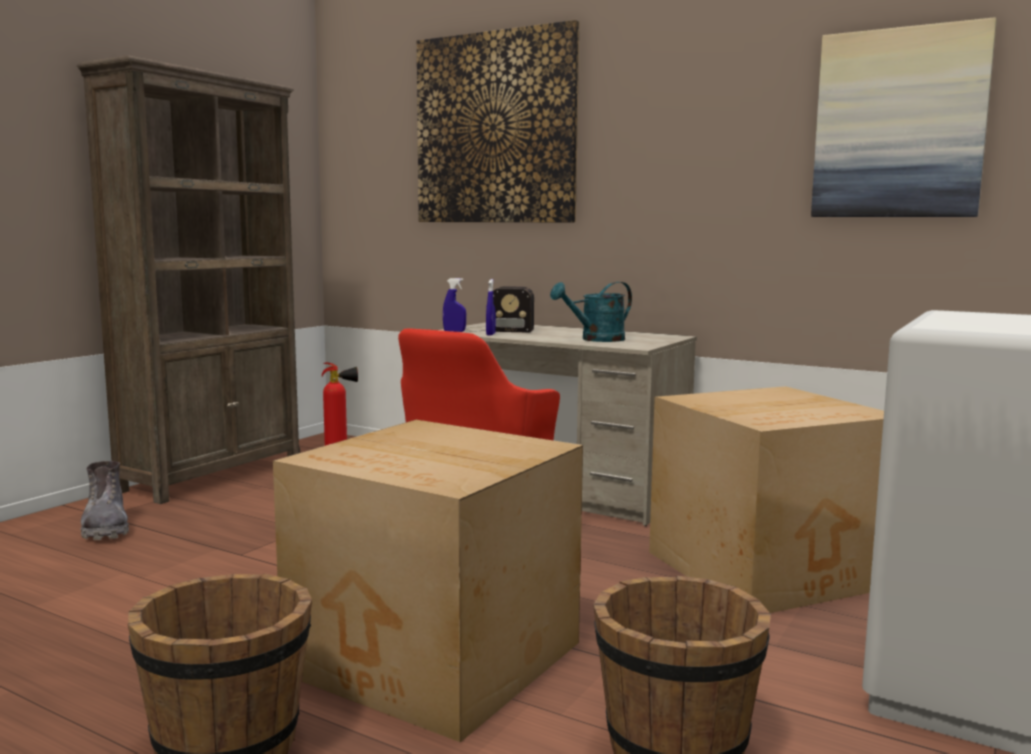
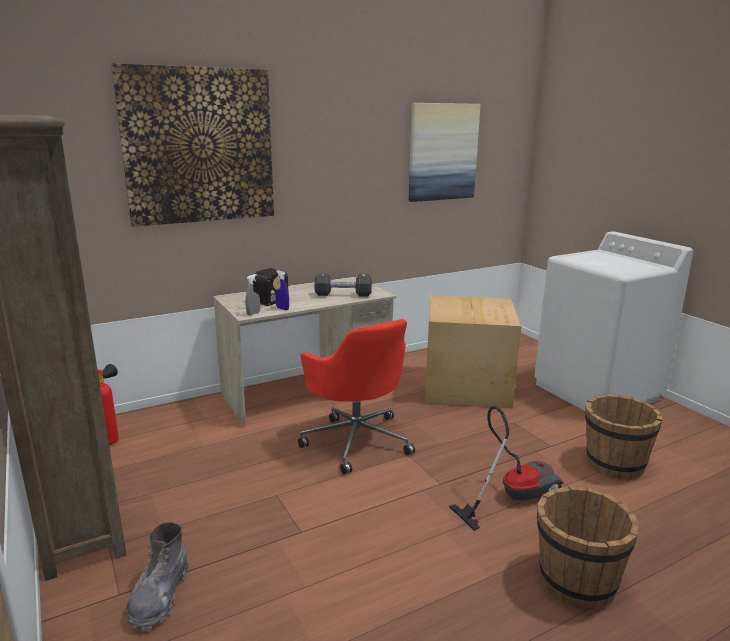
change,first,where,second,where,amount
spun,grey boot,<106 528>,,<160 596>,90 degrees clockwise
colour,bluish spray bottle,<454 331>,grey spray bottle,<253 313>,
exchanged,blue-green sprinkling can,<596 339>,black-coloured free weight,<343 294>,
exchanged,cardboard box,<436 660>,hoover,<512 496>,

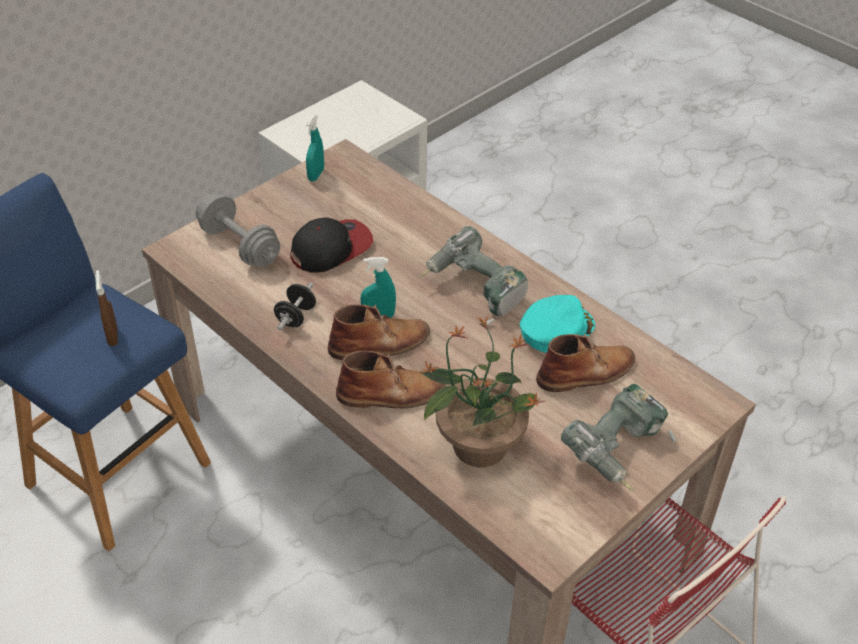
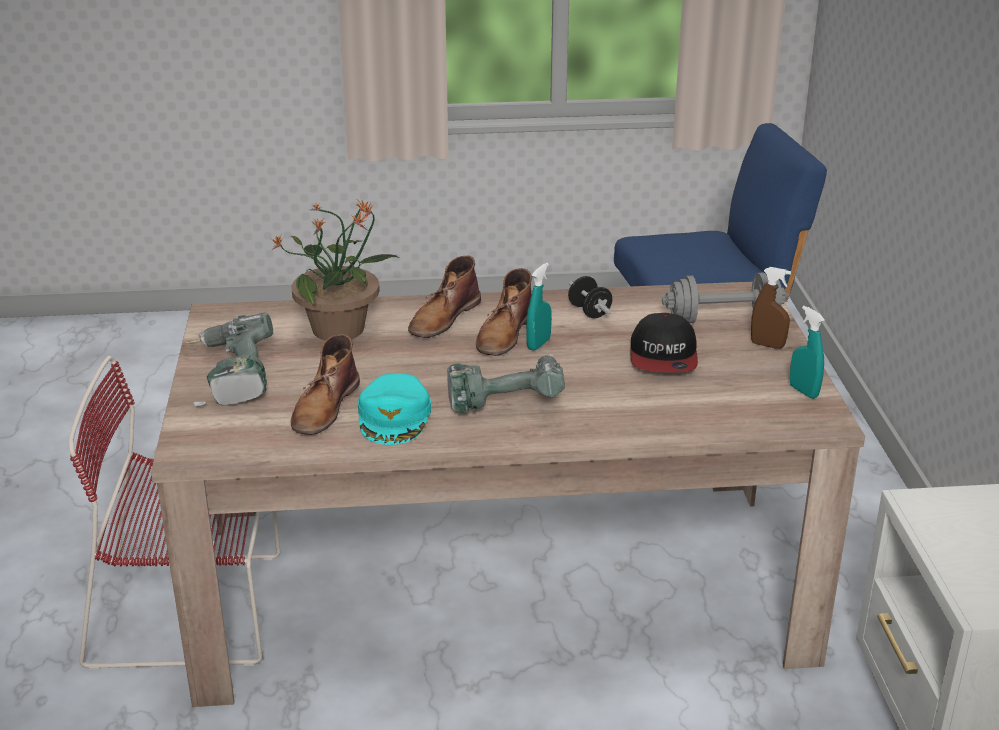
change,first,where,second,where,amount
relocated,brown spray bottle,<113 336>,,<767 345>,

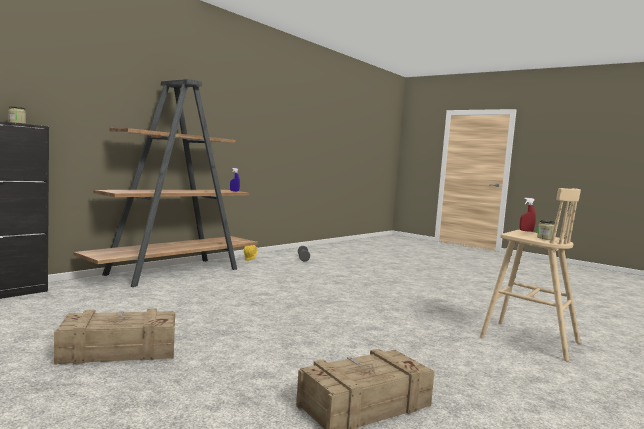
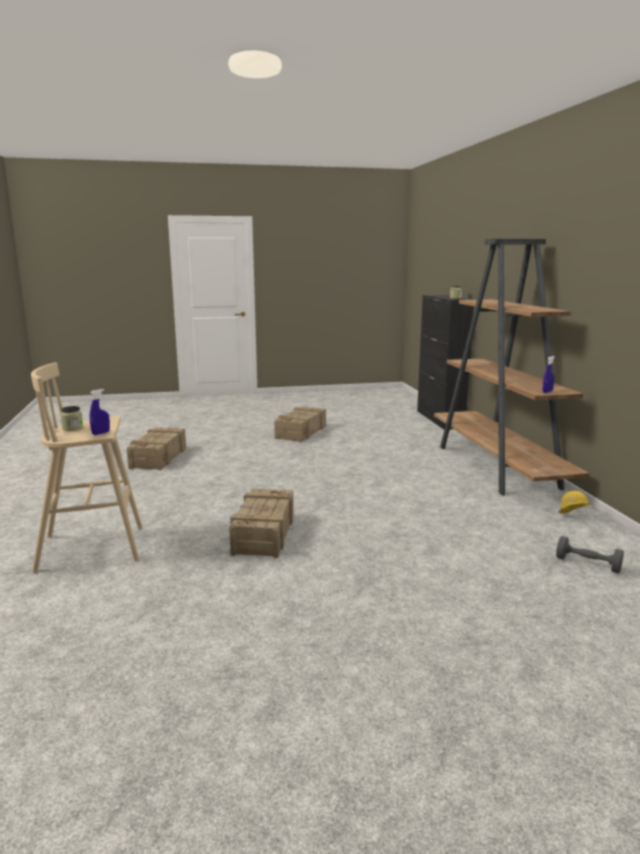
change,first,where,second,where,amount
colour,red-coloured spray bottle,<526 231>,bluish spray bottle,<101 433>,
appeared,,,crate,<263 534>,

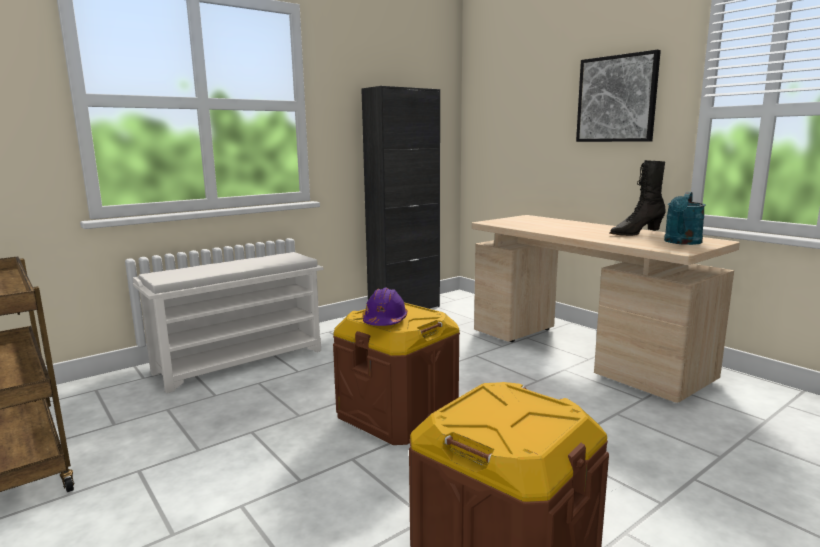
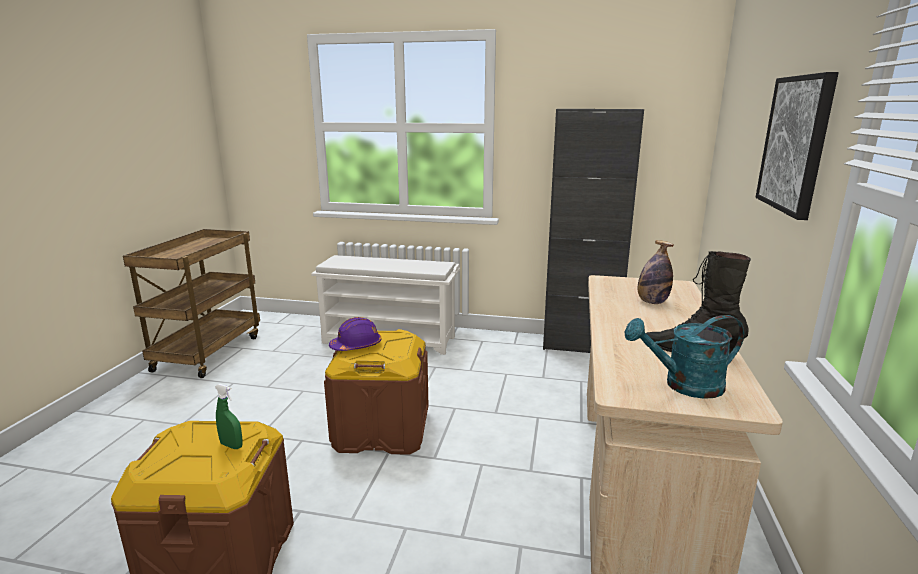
change,first,where,second,where,amount
appeared,,,green-coloured spray bottle,<231 445>,
appeared,,,beverage bottle,<652 302>,

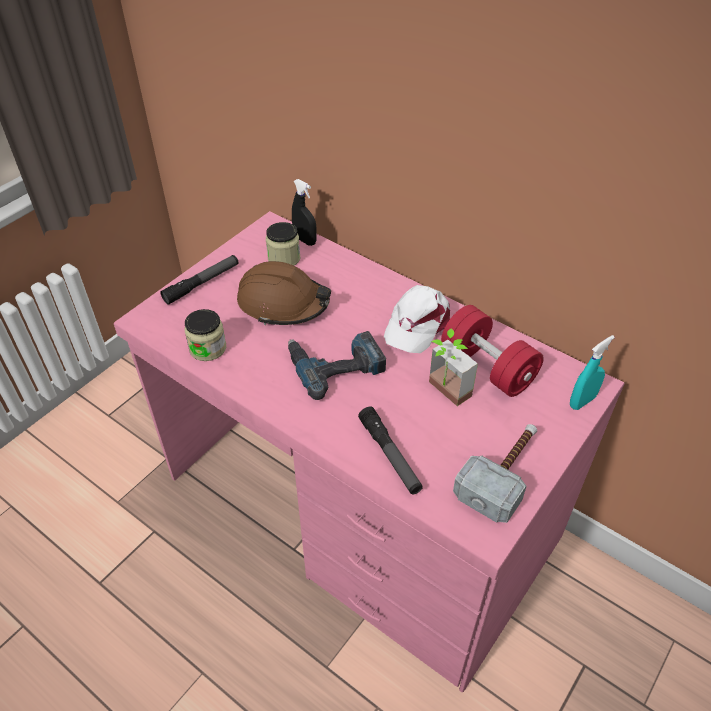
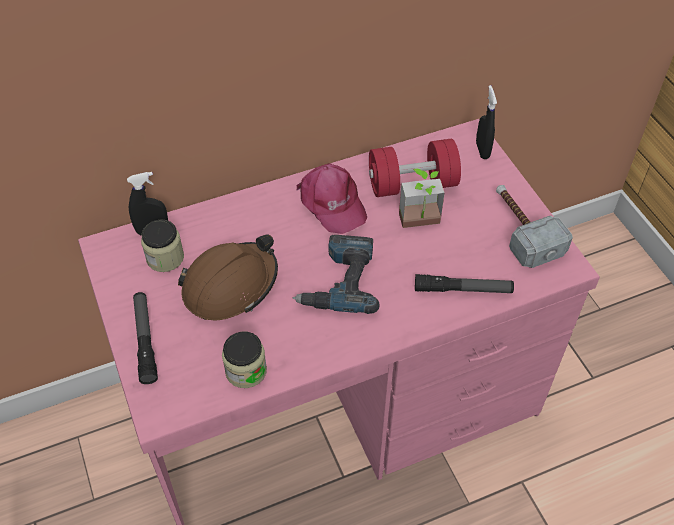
change,first,where,second,where,amount
colour,white-coloured baseball cap,<417 324>,pink baseball cap,<332 203>,
colour,blue-green spray bottle,<582 401>,black-coloured spray bottle,<482 150>,

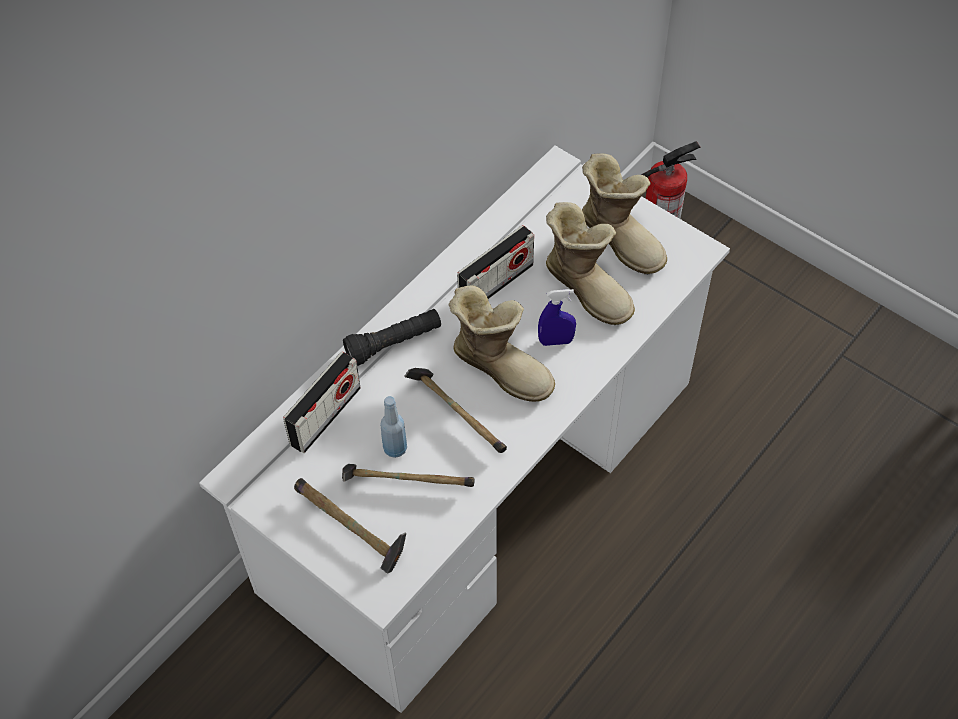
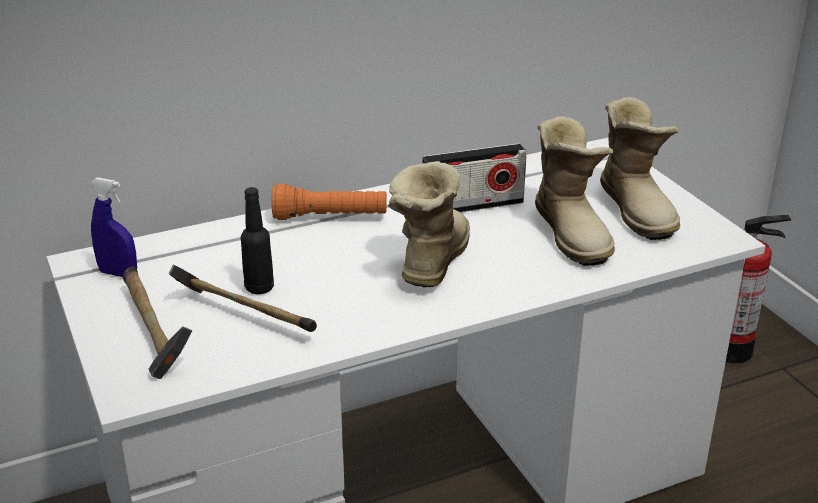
change,first,where,second,where,amount
relocated,bluish spray bottle,<556 341>,,<118 273>,
colour,bluish beverage bottle,<395 448>,black-coloured beverage bottle,<259 288>,
colour,black-coloured torch,<394 343>,orange-coloured torch,<330 217>,
spun,boot,<502 366>,,<429 261>,135 degrees counterclockwise
missing,radio set,<325 416>,,,
missing,hand hammer,<456 415>,,,

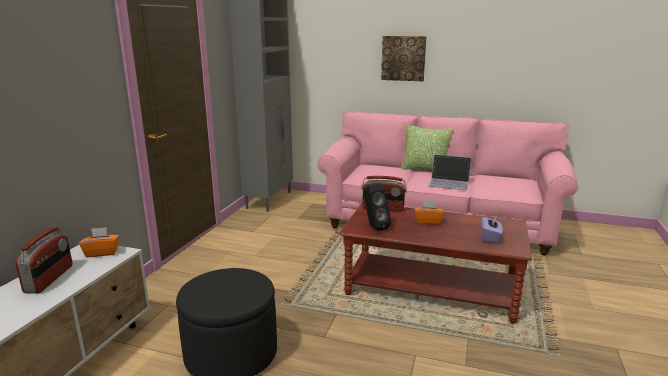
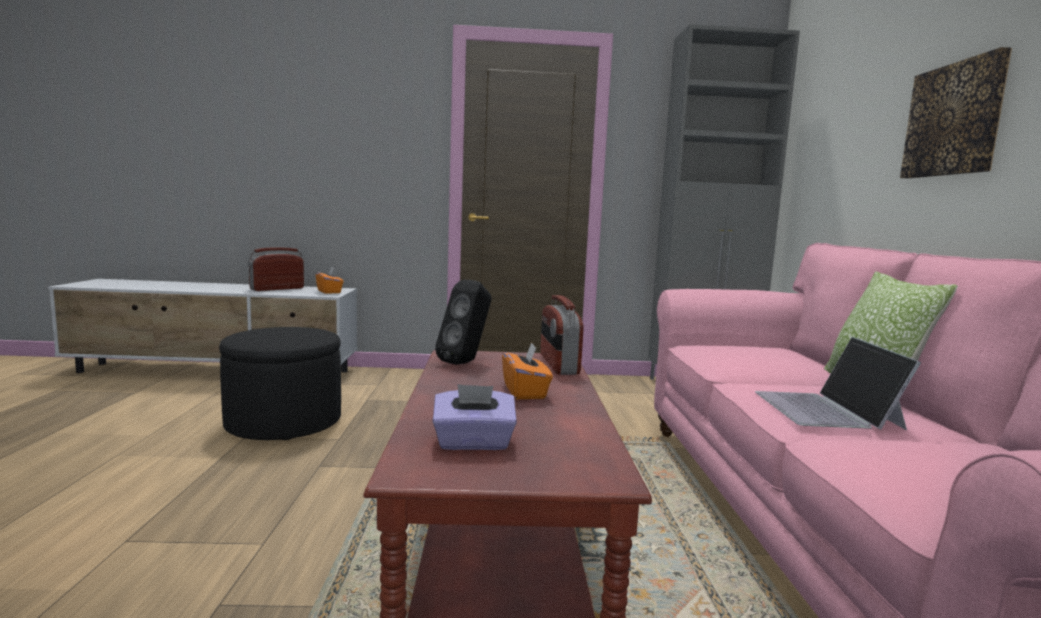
change,first,where,second,where,amount
spun,radio set,<50 279>,,<277 289>,150 degrees clockwise

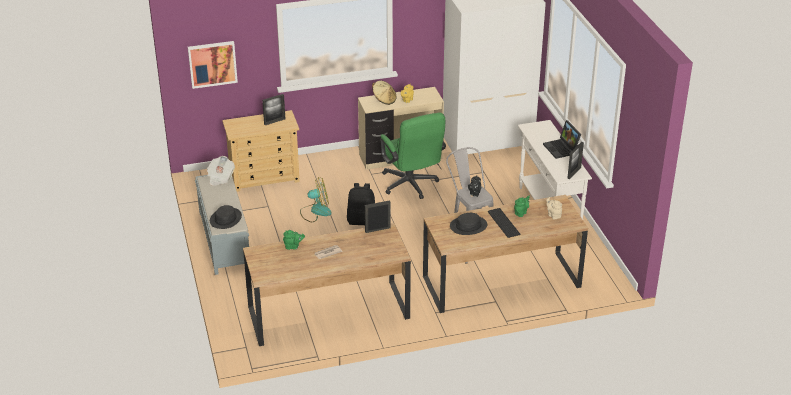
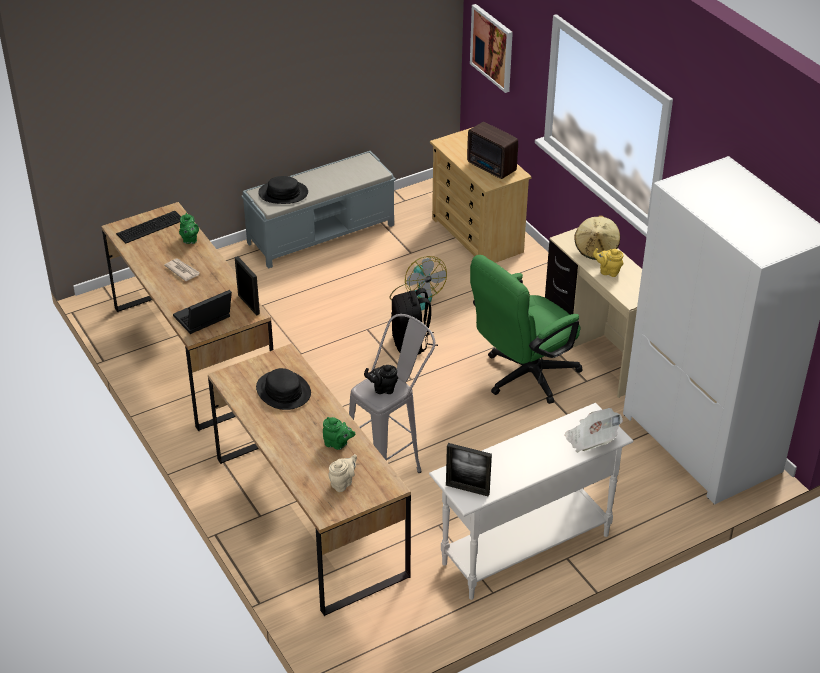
change,first,where,second,where,amount
relocated,PC keyboard,<503 223>,,<149 227>,
relocated,portable computer,<562 149>,,<203 320>,
exchanged,photo frame,<274 121>,radio set,<491 168>,
relocated,newspaper,<220 178>,,<591 440>,

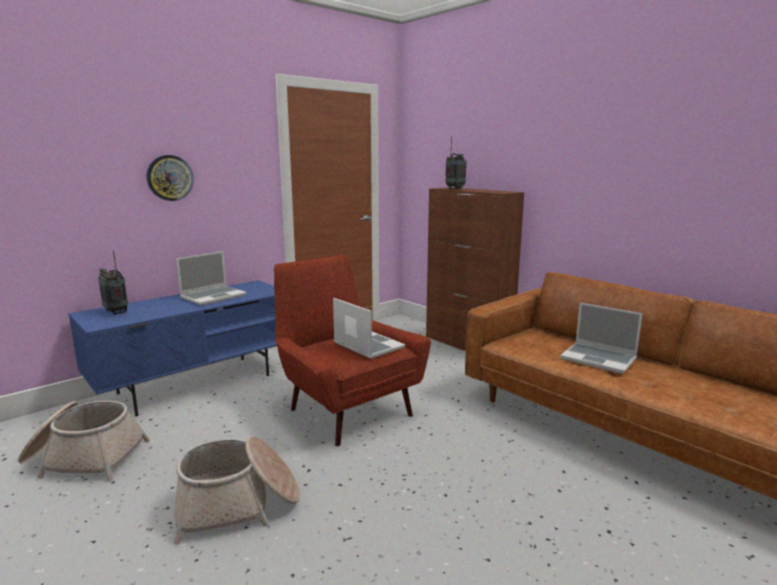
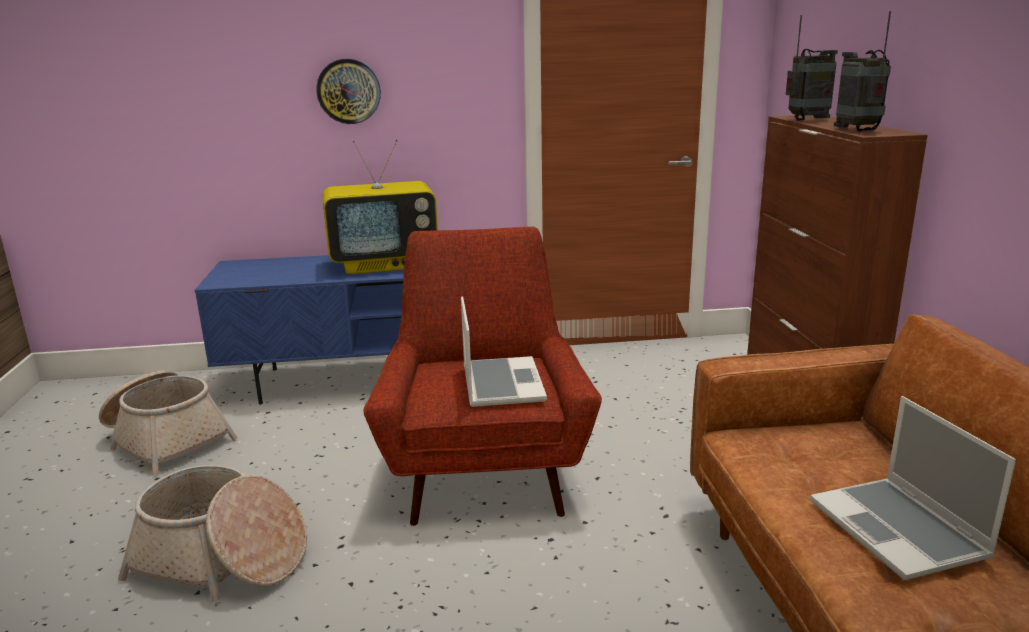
change,first,where,second,where,amount
exchanged,portable computer,<214 296>,TV,<385 264>,
relocated,radio set,<116 312>,,<857 130>,

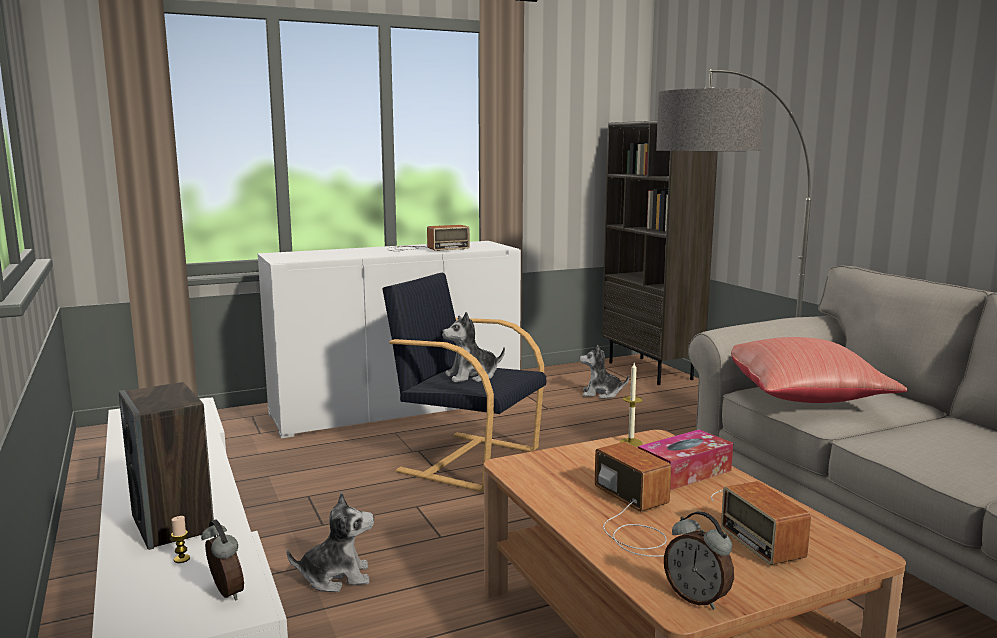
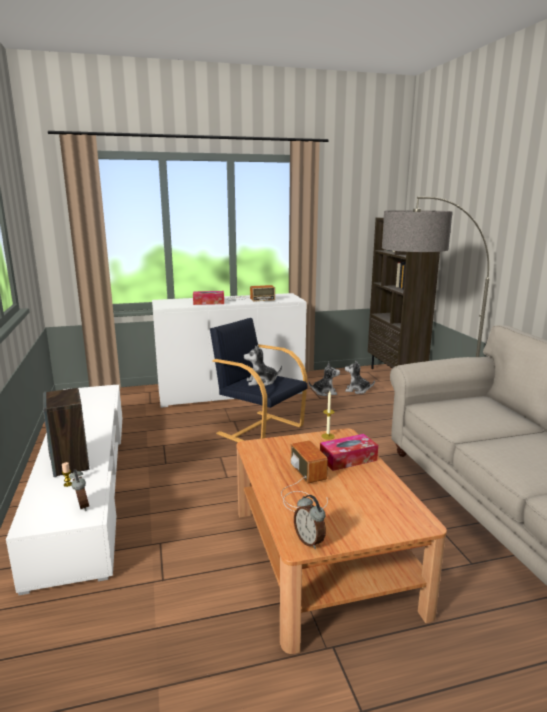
change,first,where,second,where,amount
appeared,,,box of tissues,<208 302>,
relocated,cuddly toy,<336 577>,,<324 392>,
missing,radio set,<759 521>,,,
missing,red-coloured throw pillow,<804 397>,,,

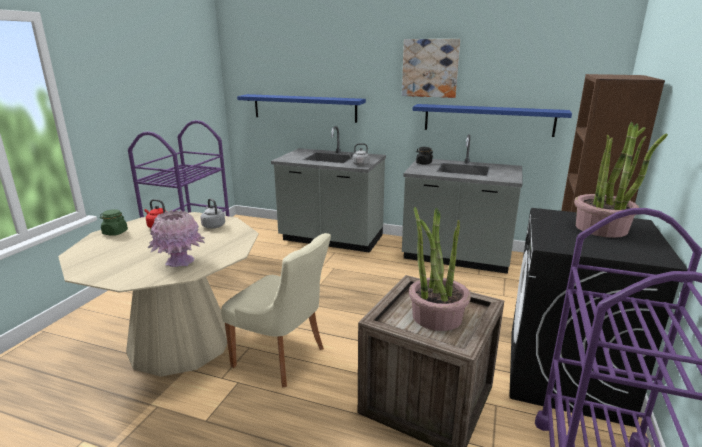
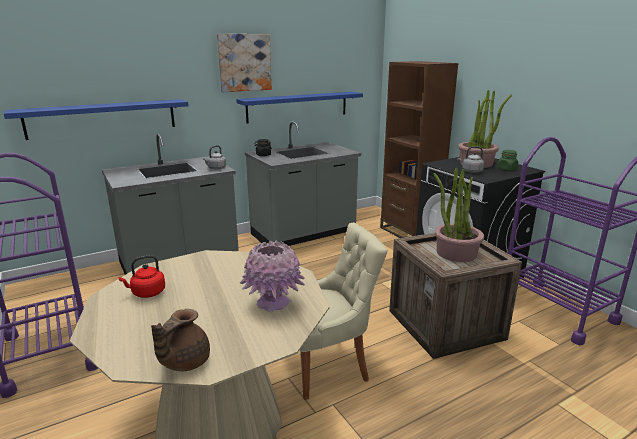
change,first,where,second,where,amount
appeared,,,brown pot for tea,<184 362>,
relocated,grey kettle,<213 226>,,<471 171>,
relocated,green-coloured preserve jar,<115 232>,,<506 169>,

